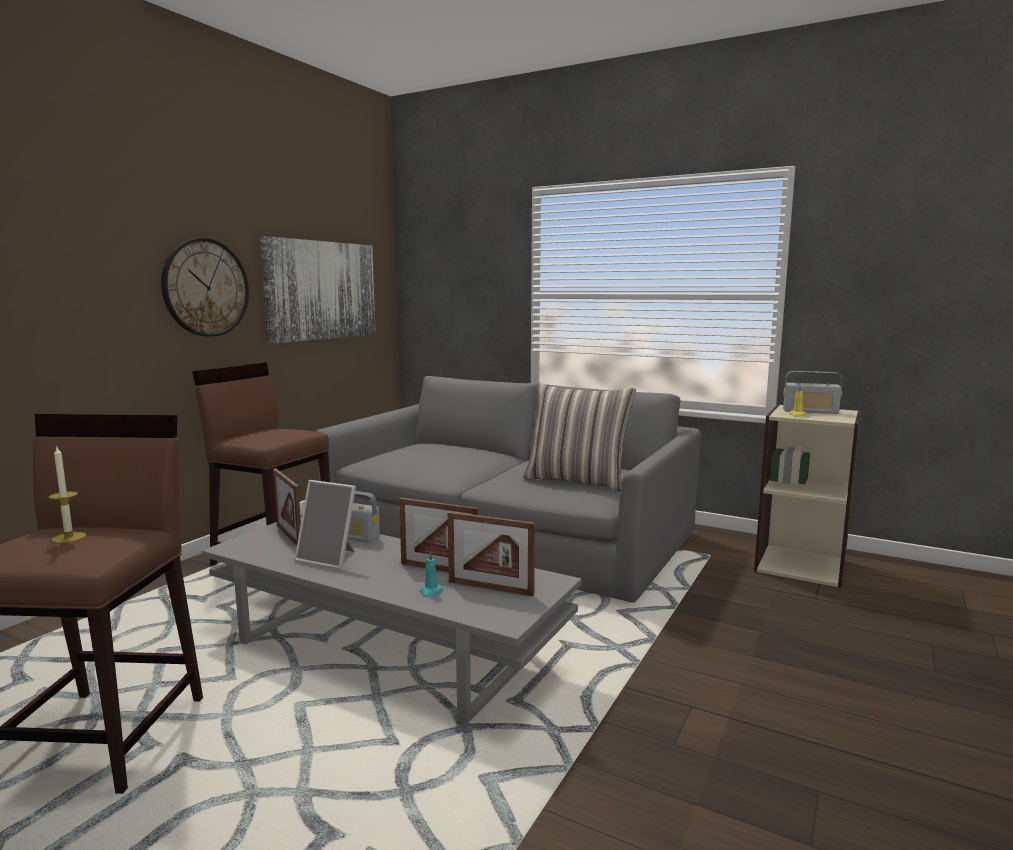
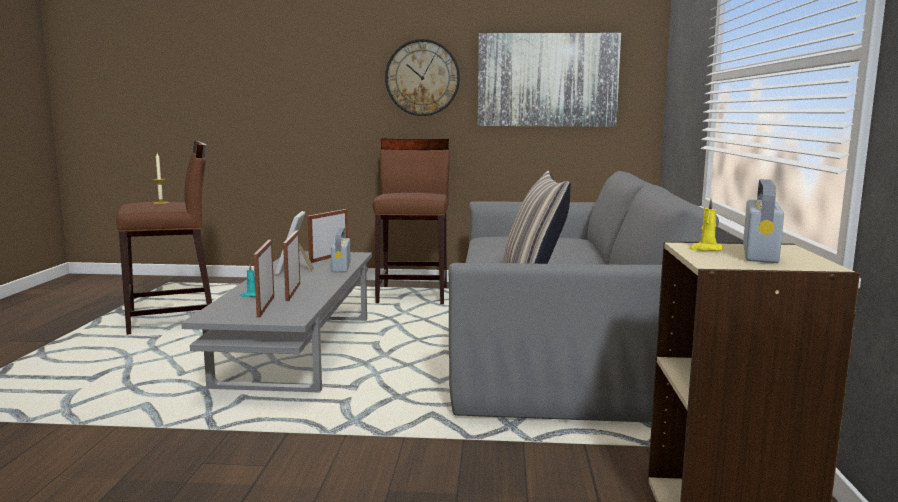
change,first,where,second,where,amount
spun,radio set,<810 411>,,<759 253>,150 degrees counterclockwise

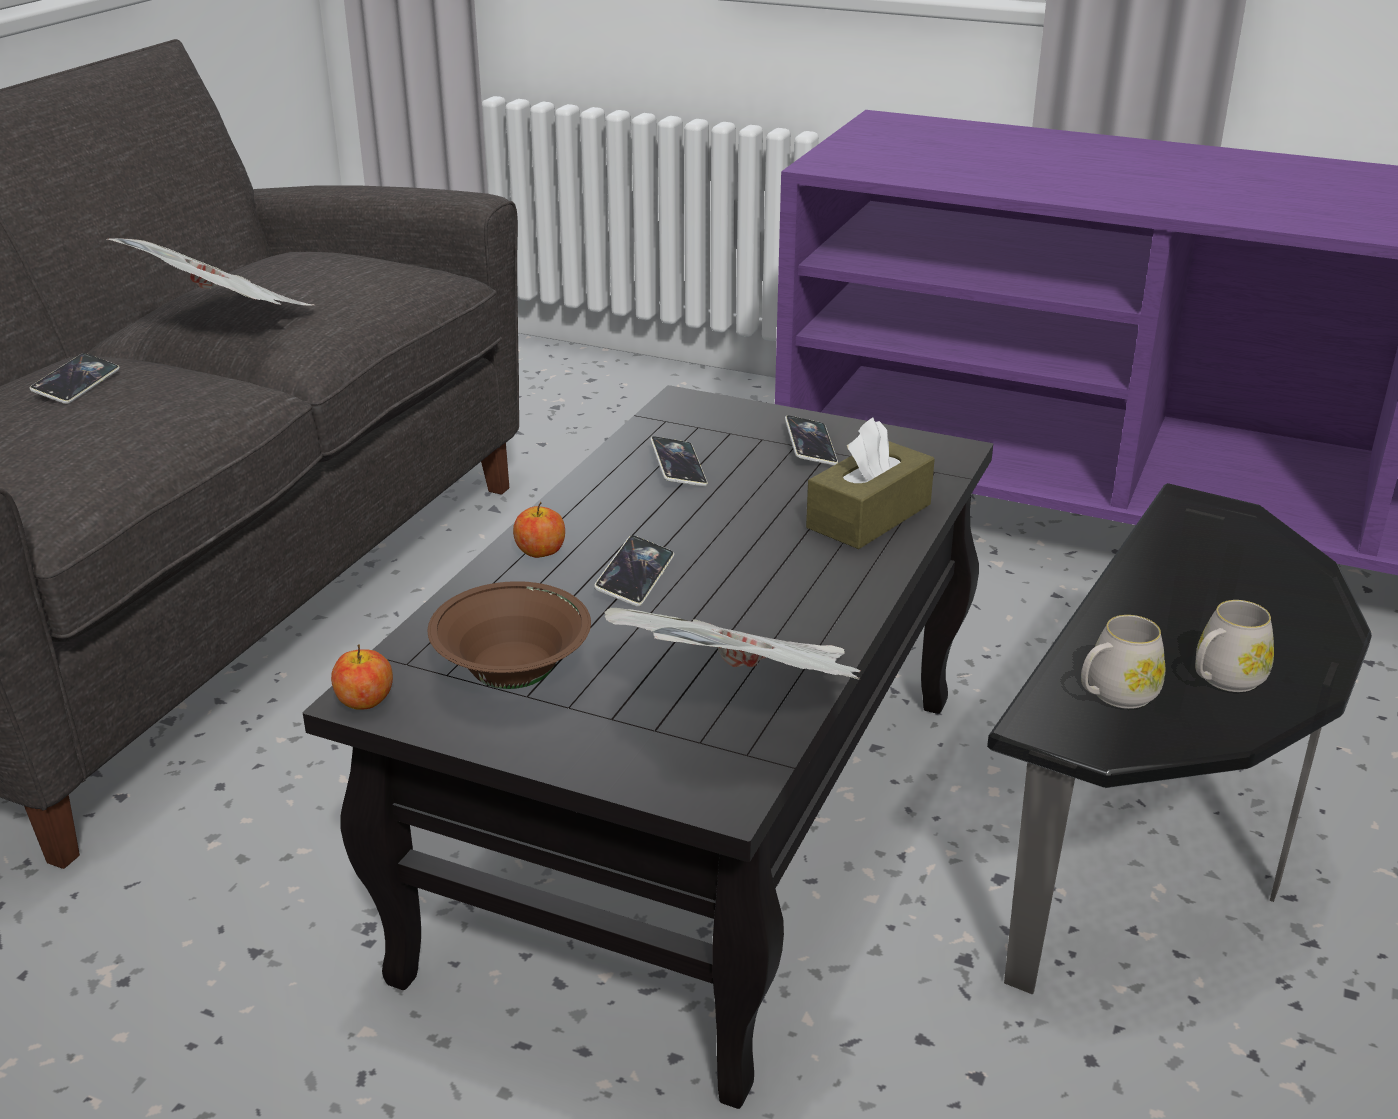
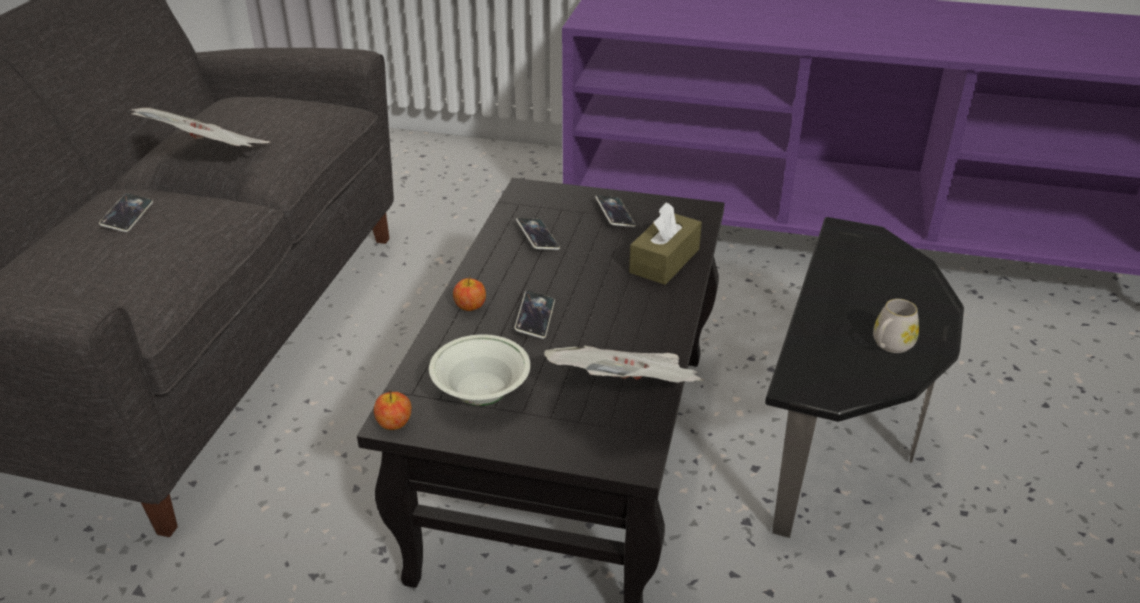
change,first,where,second,where,amount
colour,brown serving bowl,<513 676>,white-coloured serving bowl,<481 395>,
missing,white-coloured mug,<1114 695>,,,

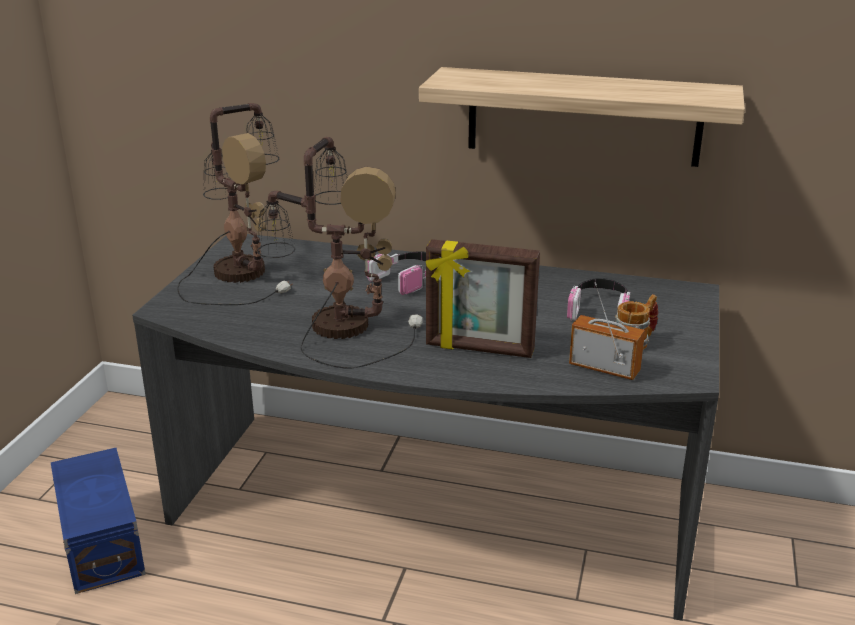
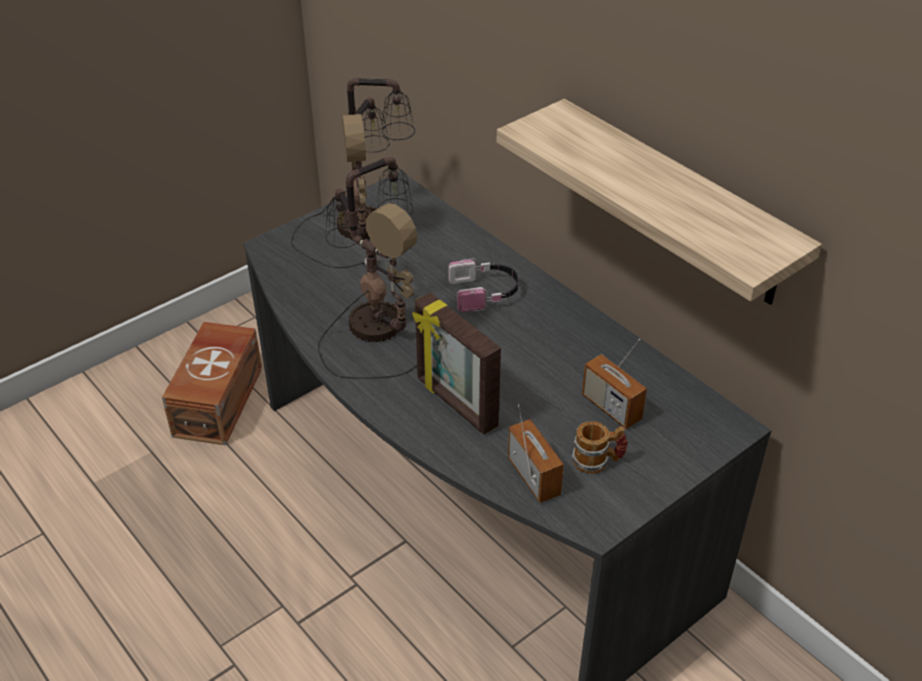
change,first,where,second,where,amount
colour,bluish storage bin,<103 540>,brown storage bin,<220 400>,
exchanged,headphones,<599 310>,radio set,<611 407>,

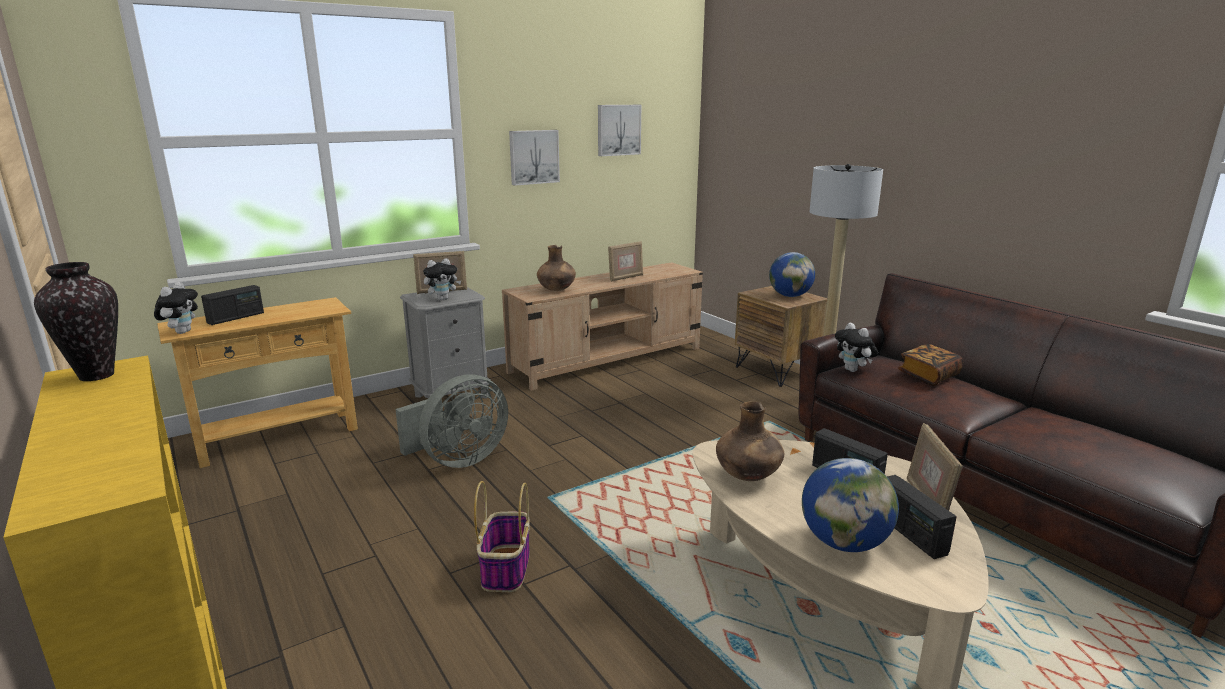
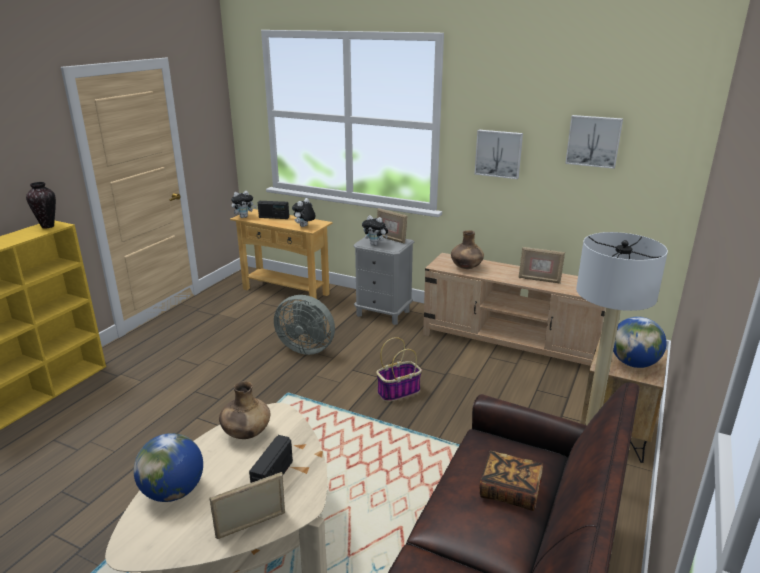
change,first,where,second,where,amount
relocated,cuddly toy,<853 370>,,<304 226>,
relocated,storage basket,<506 568>,,<399 391>,
missing,radio set,<910 534>,,,

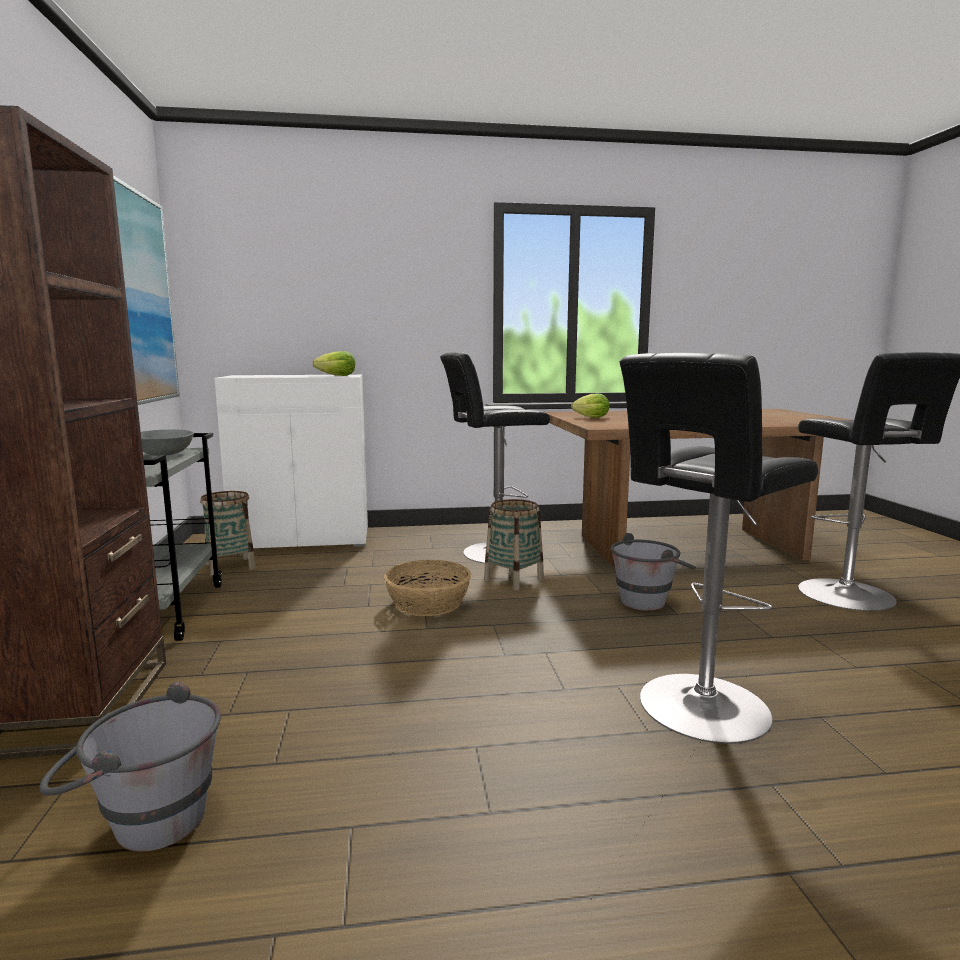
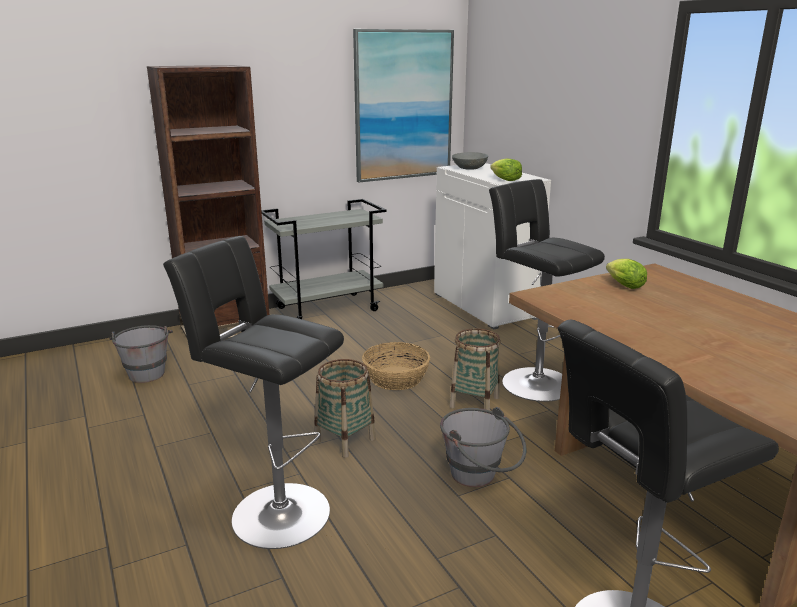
change,first,where,second,where,amount
relocated,storage basket,<230 566>,,<345 440>,
relocated,grey serving bowl,<163 454>,,<469 168>,

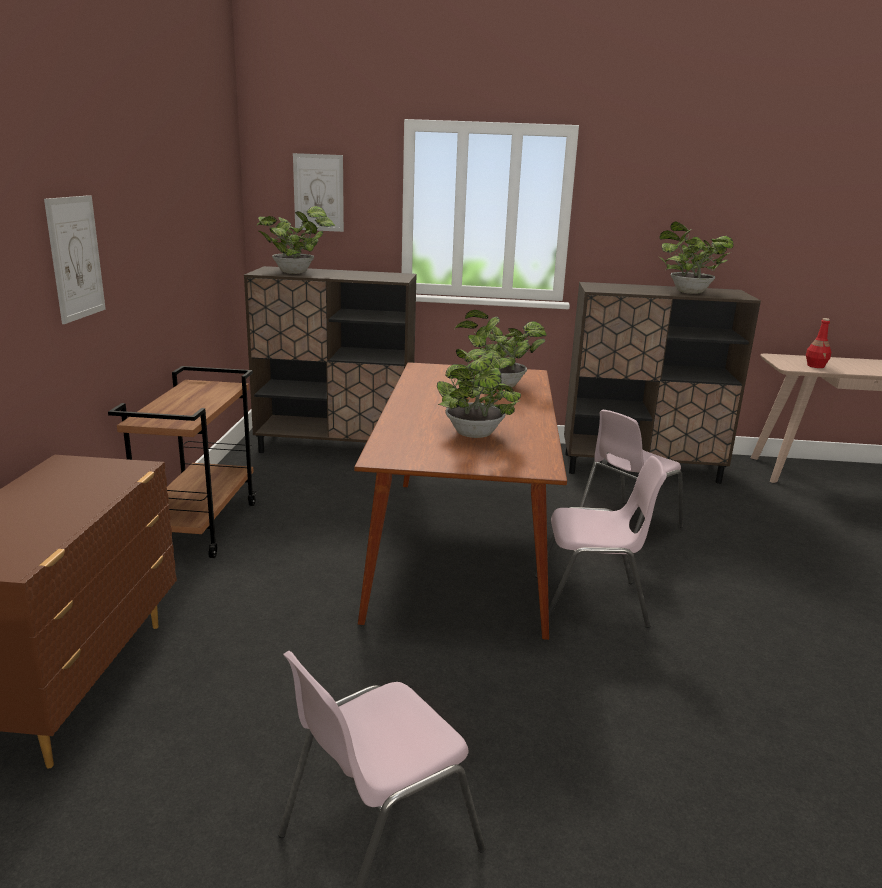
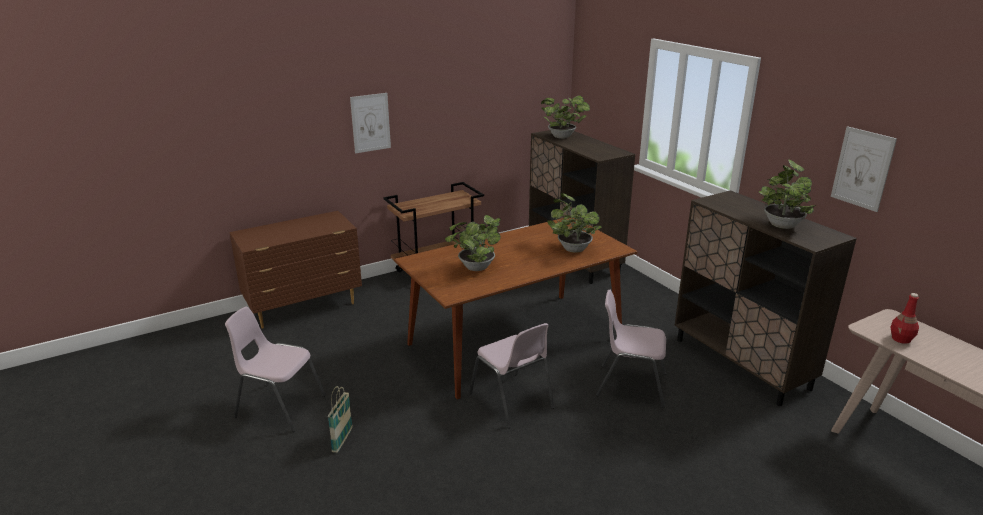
change,first,where,second,where,amount
appeared,,,storage basket,<342 440>,
relocated,wall art,<318 193>,,<862 168>,

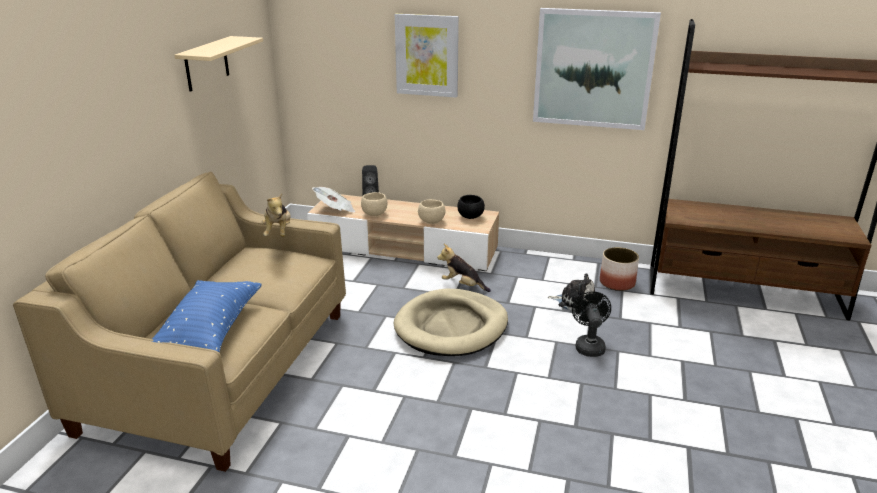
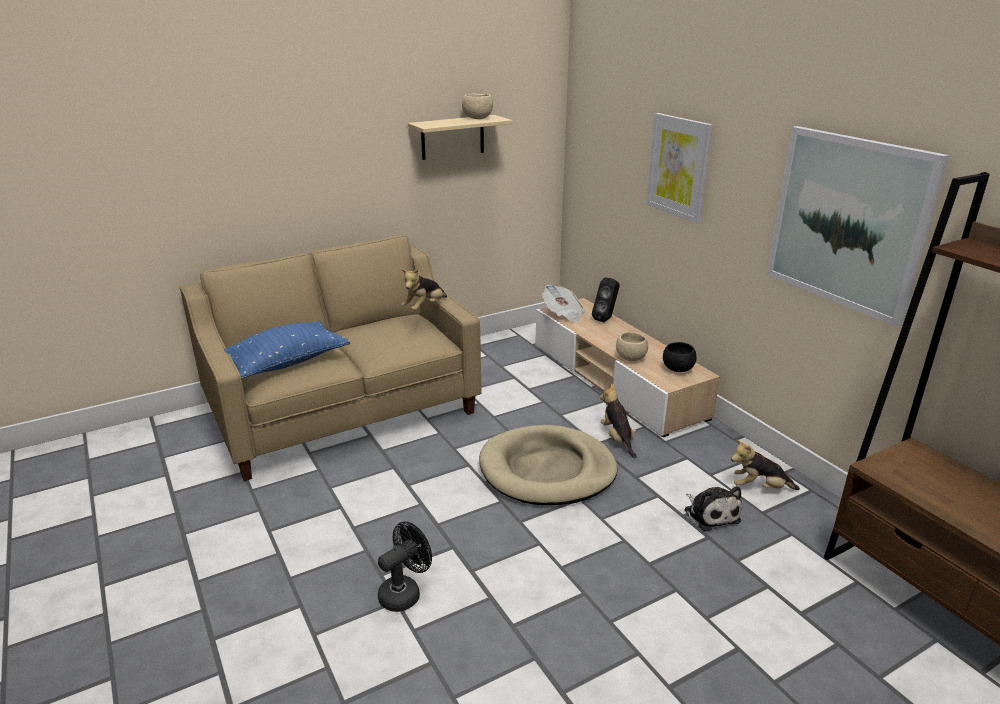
change,first,where,second,where,amount
relocated,black-coloured cooling fan,<589 345>,,<405 592>,
relocated,sand-coloured serving bowl,<374 214>,,<478 118>,
appeared,,,cuddly toy,<759 488>,
missing,plant pot,<617 283>,,,

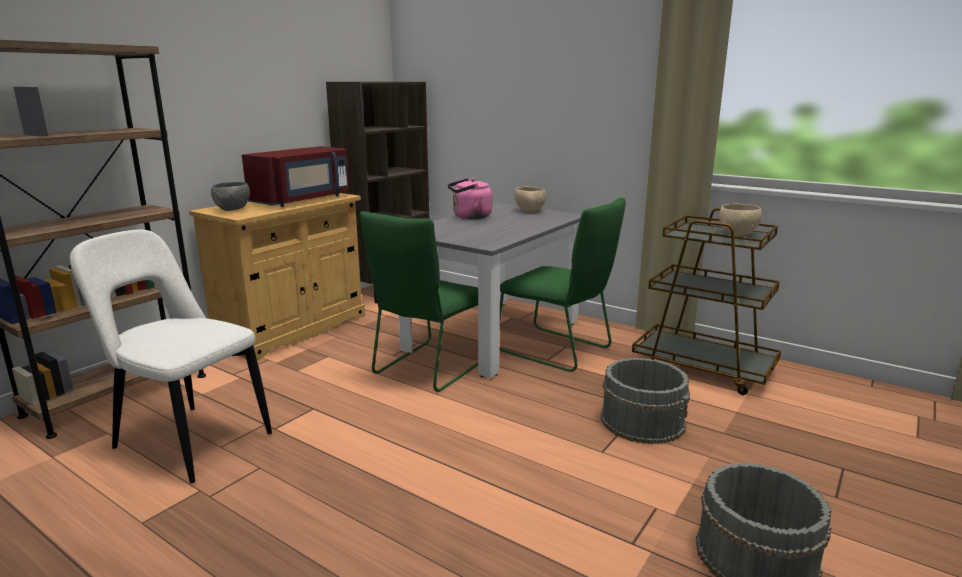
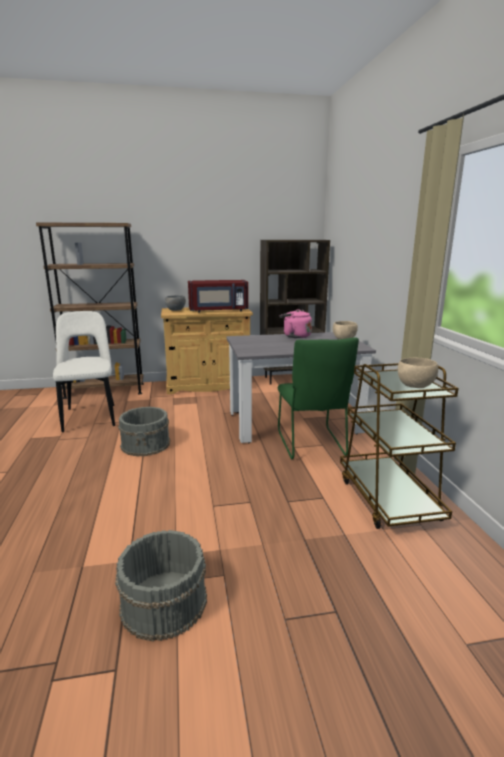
change,first,where,second,where,amount
relocated,grey bucket,<642 421>,,<146 444>,
missing,green-coloured upright chair,<429 368>,,,

